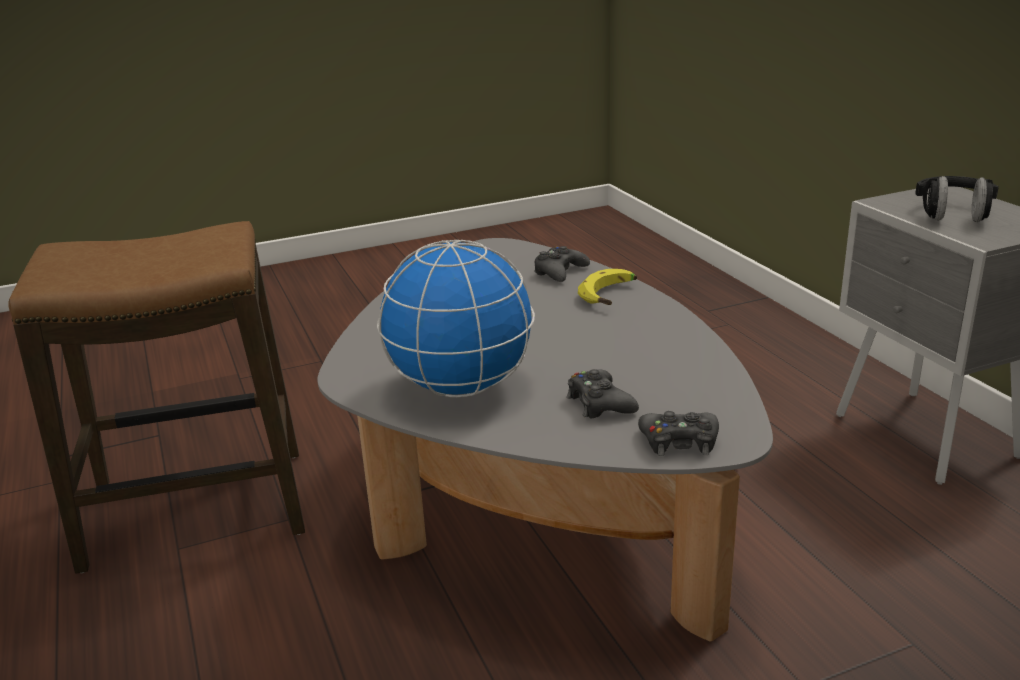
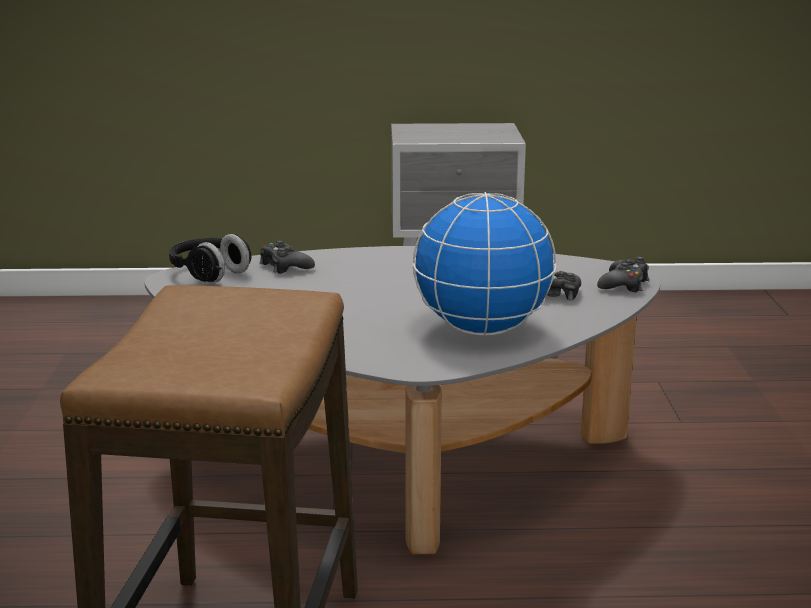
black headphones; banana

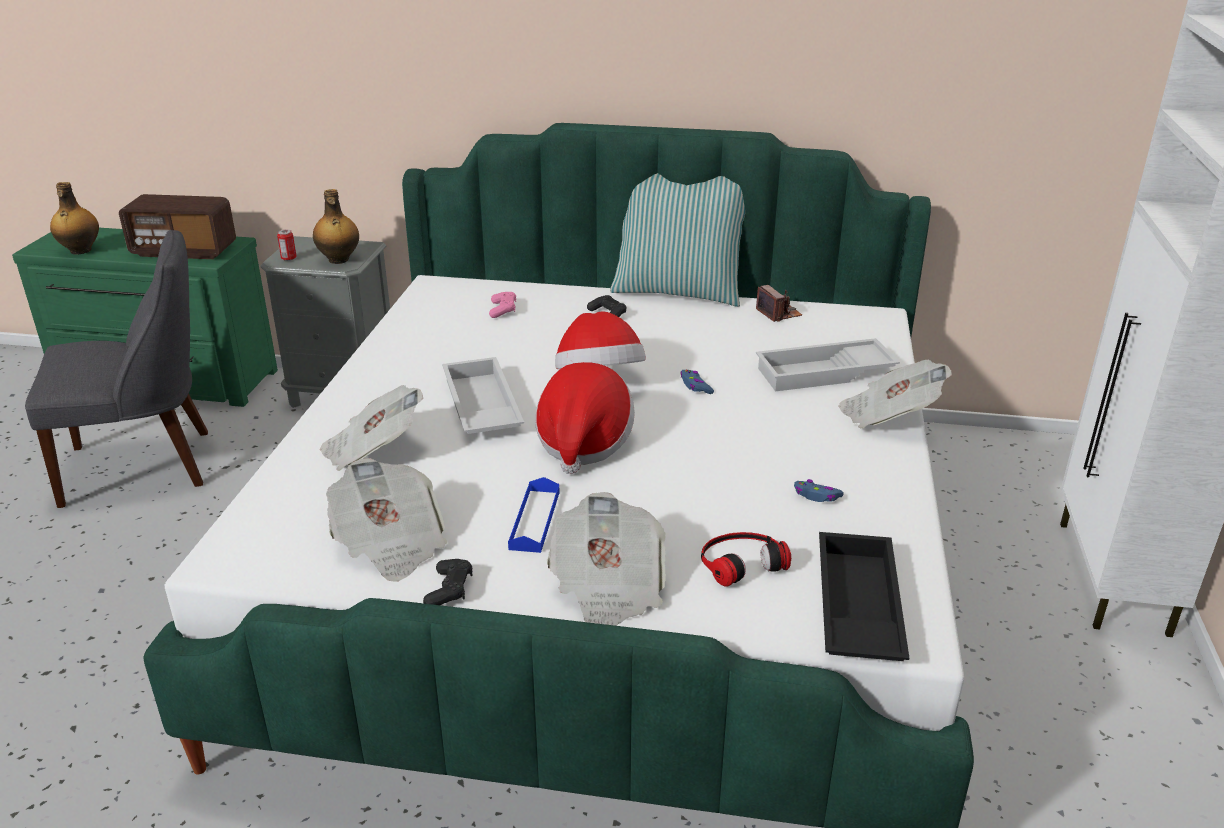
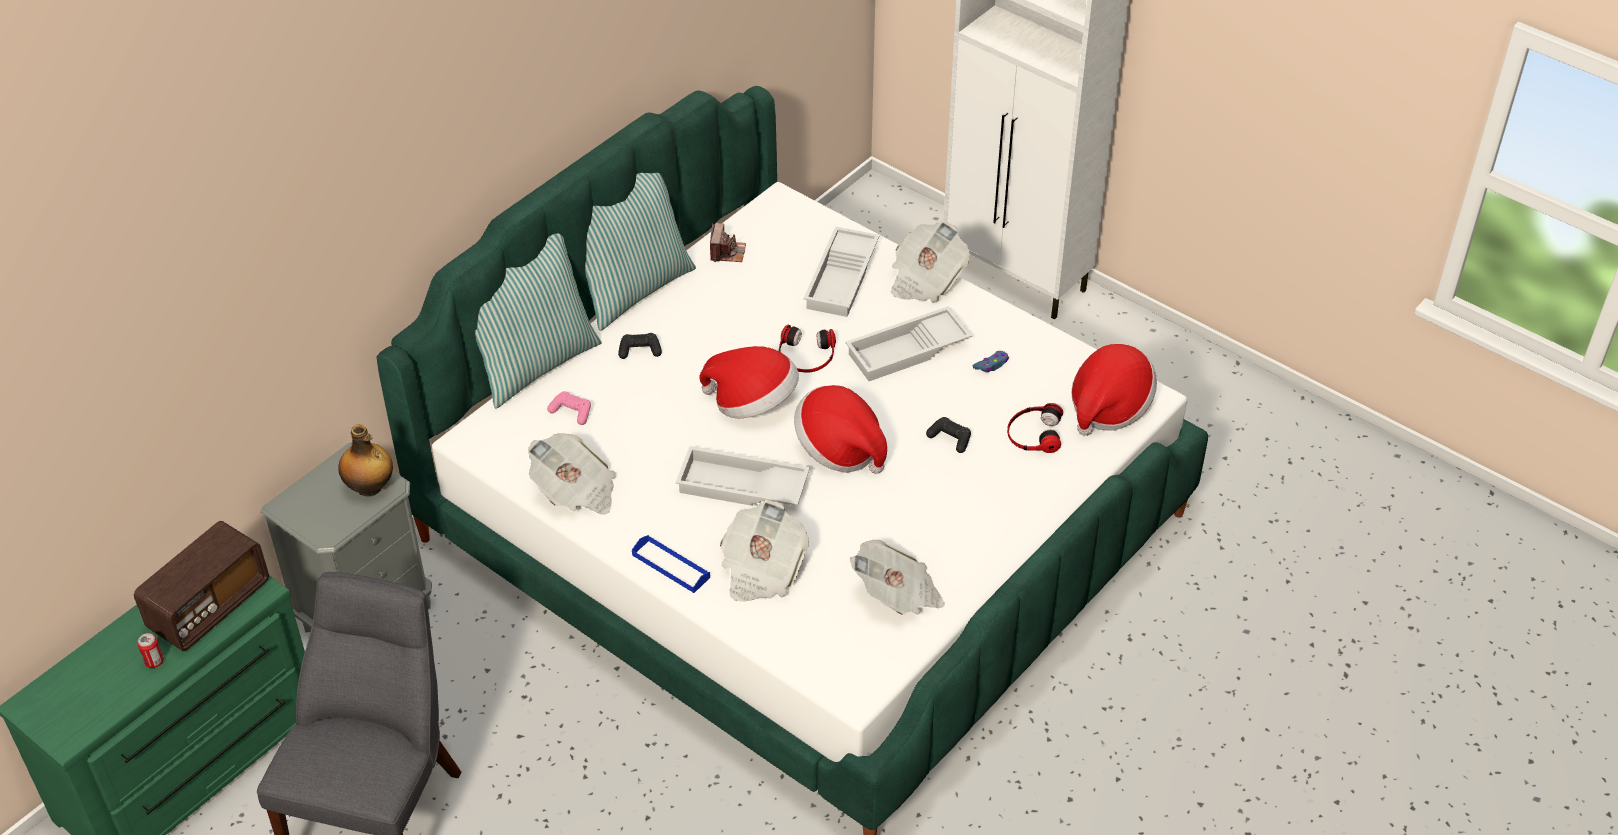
bottle (1st from left in the first image); can; photo camera; headphones (1st from left); blue tray; newspaper (1st from left); hat (3rd from left); black game controller (2nd from left); pillow (1st from left); white tray (3rd from left)

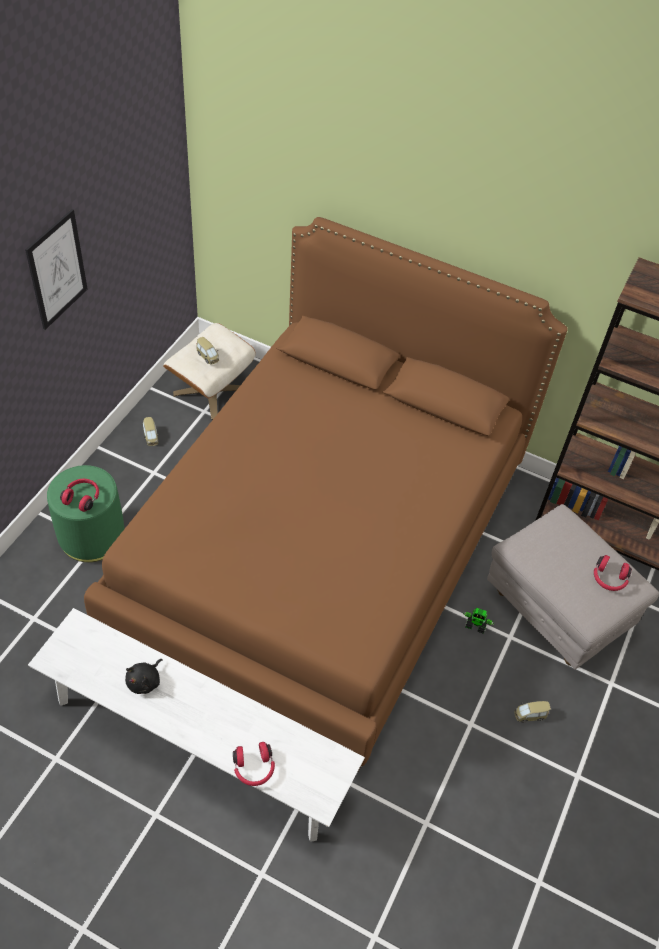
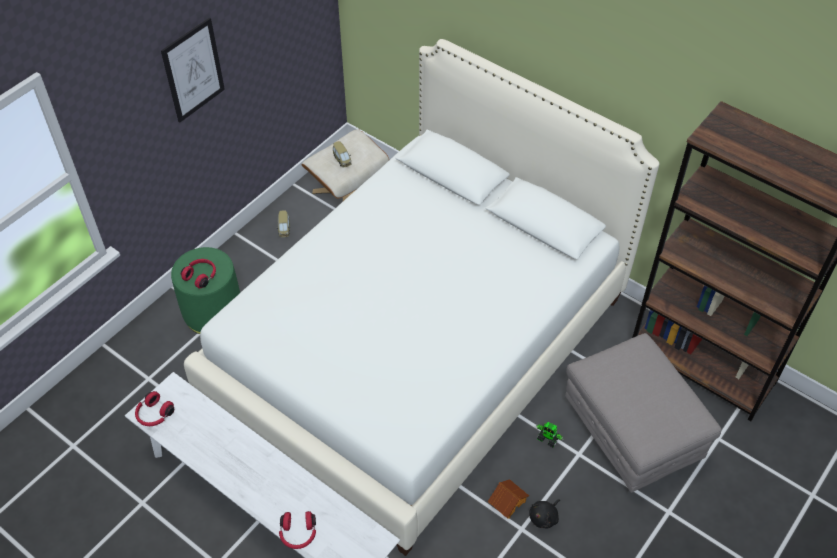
white bed; red headphones (1st from left); black plush toy; toy car (3rd from left in the first image); toy house

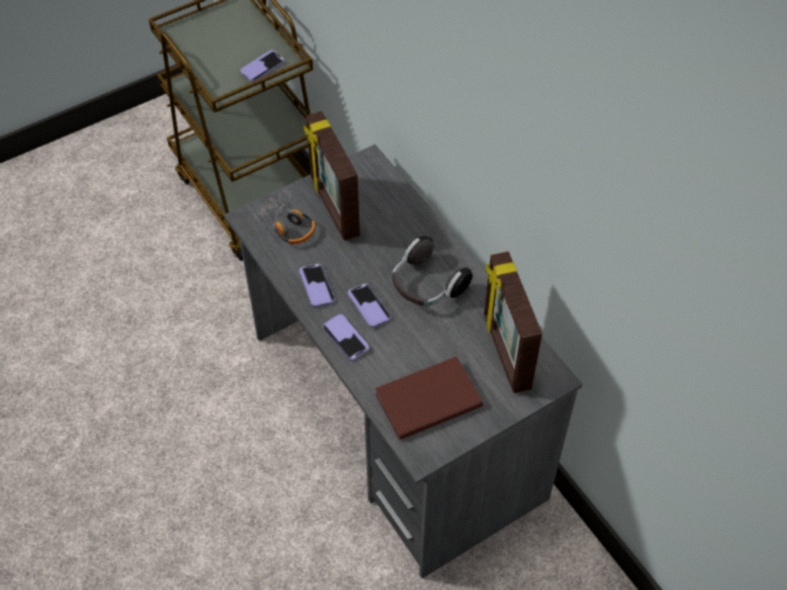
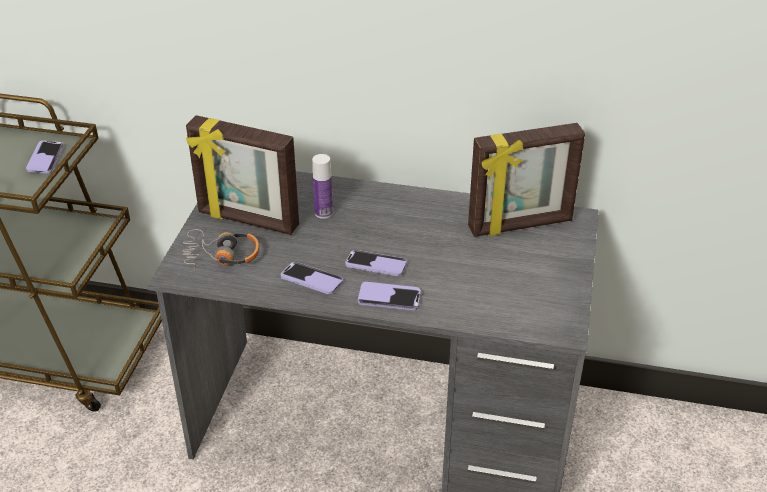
headphones (2nd from left in the first image); picture frame (2nd from left); brown book; bottle

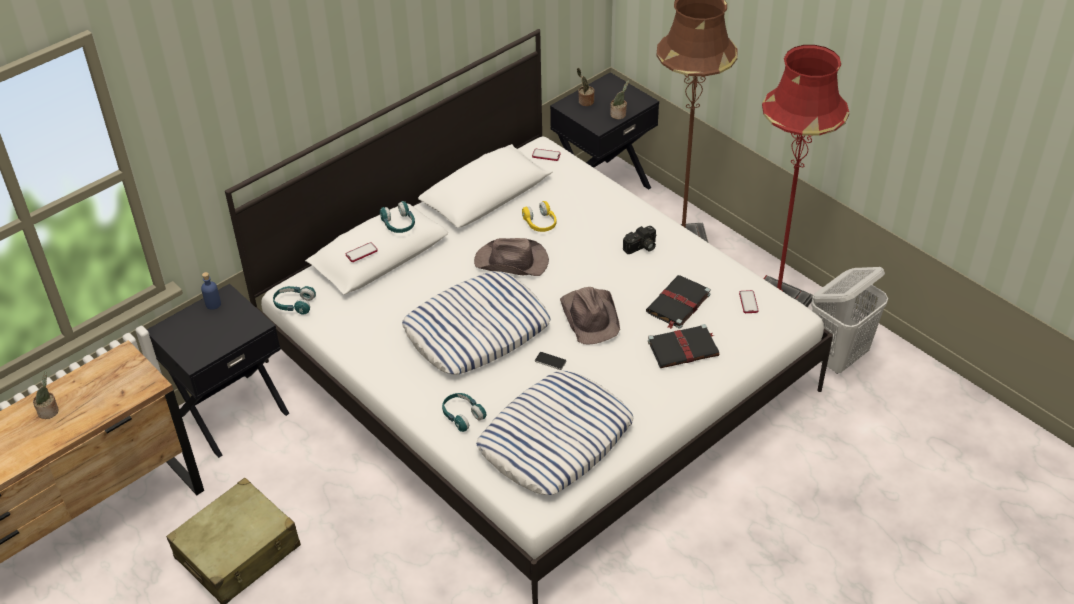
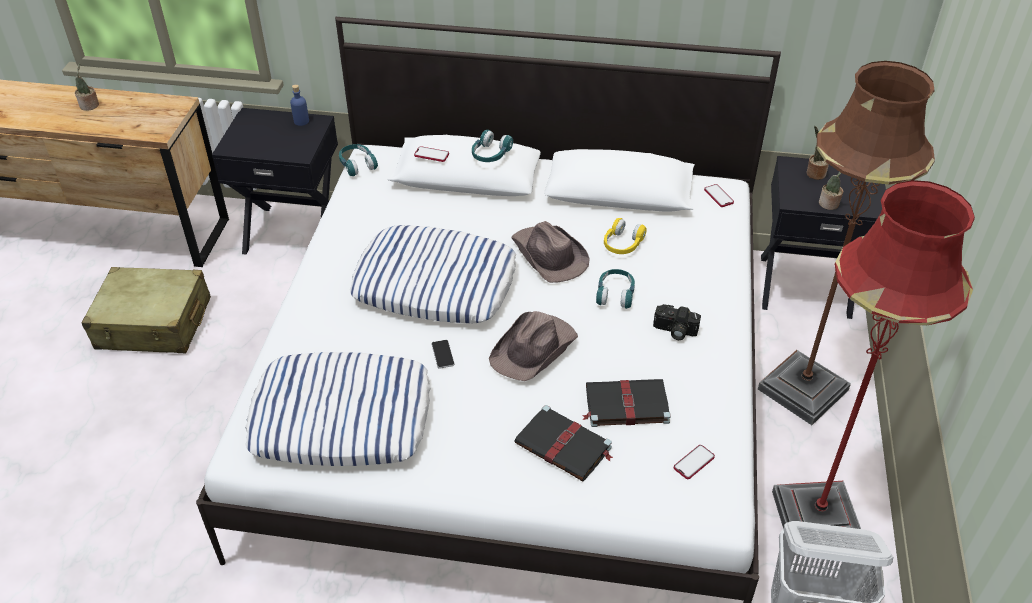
turquoise headphones (3rd from left)

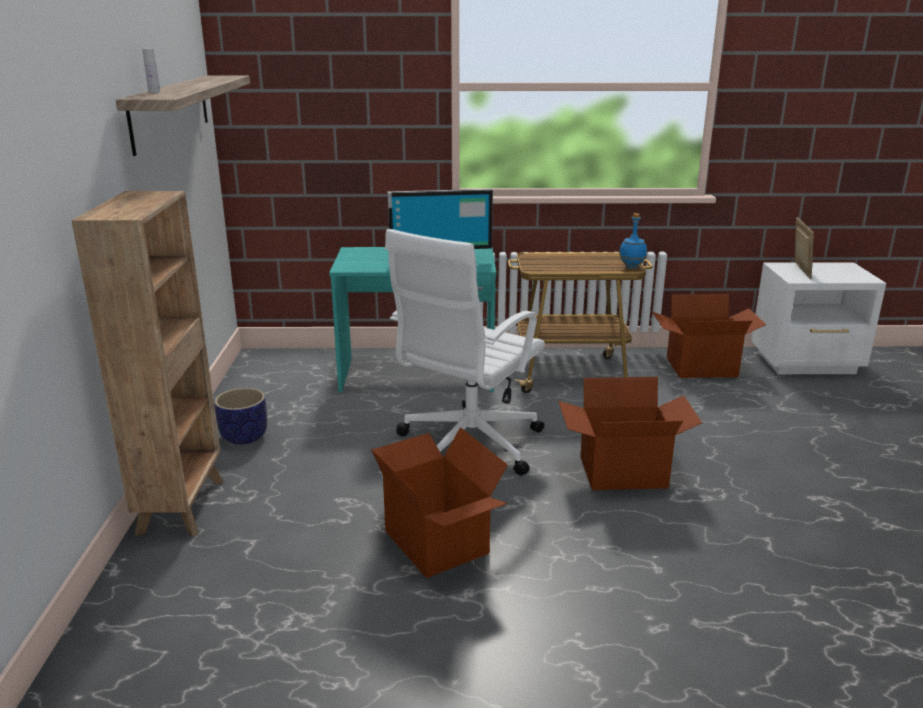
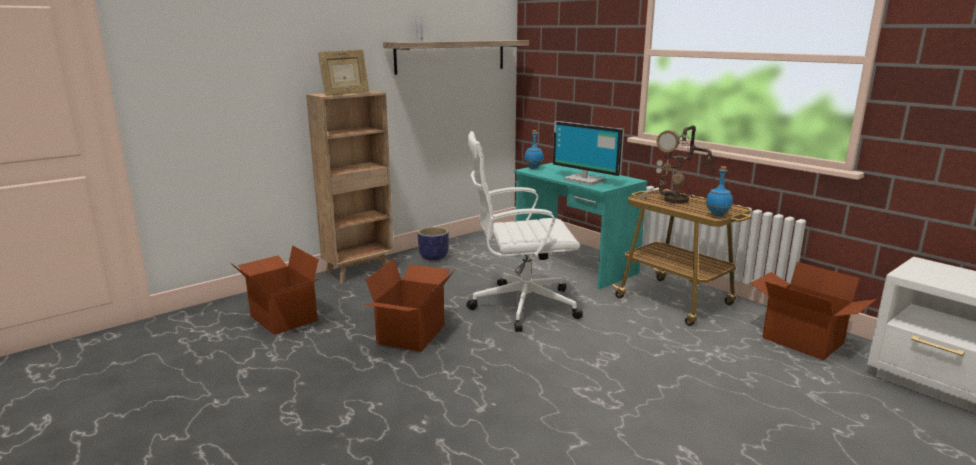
picture frame; cardboard box (1st from left); table lamp; blue bottle (1st from left)

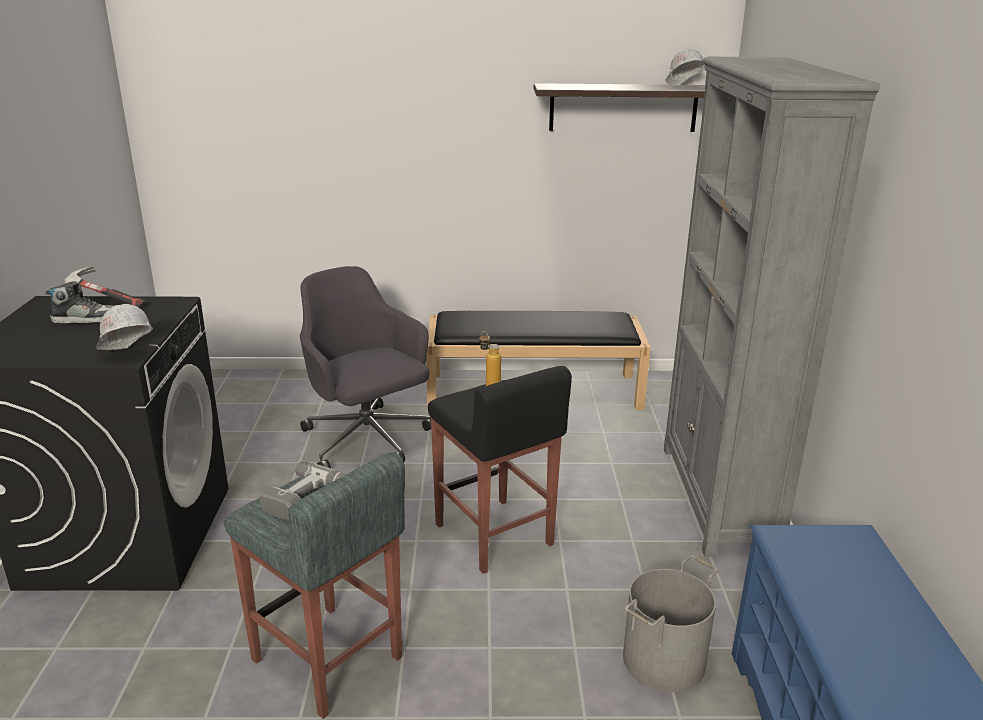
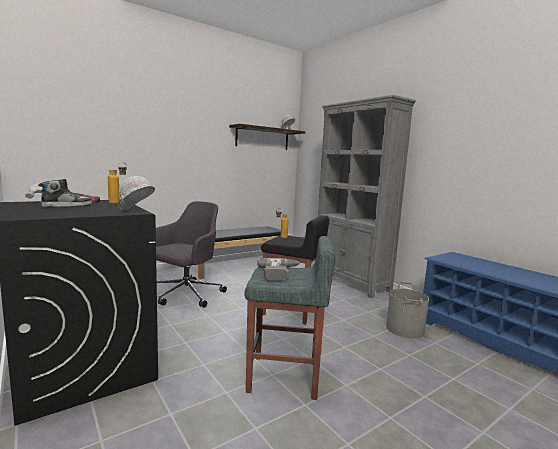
grey office chair; bottle (1st from left)

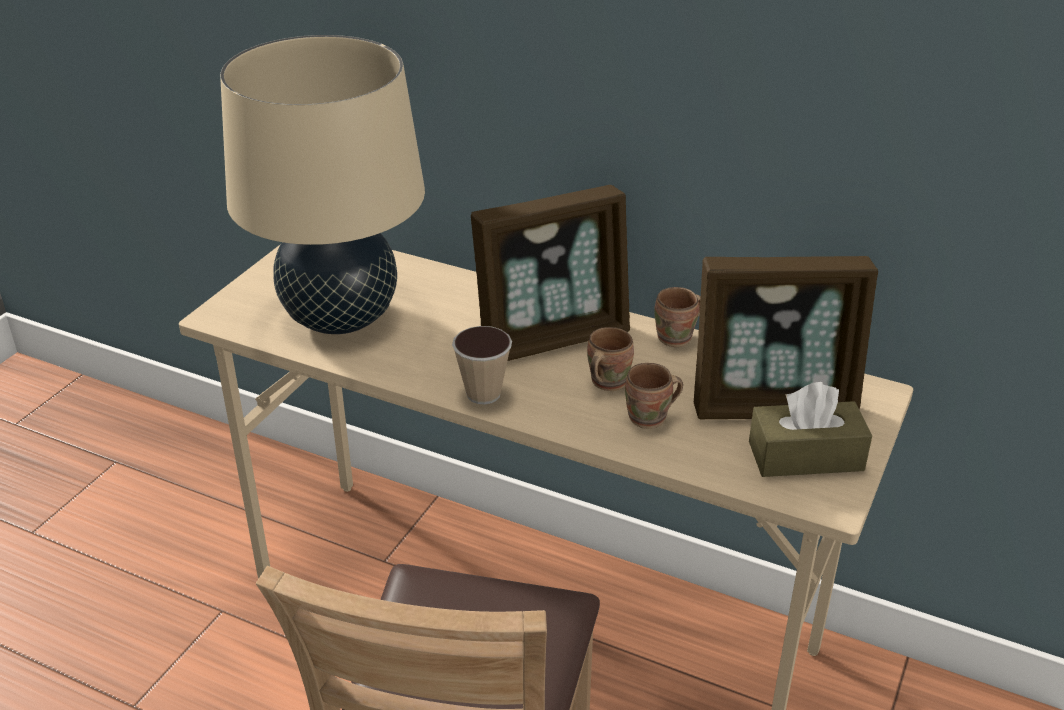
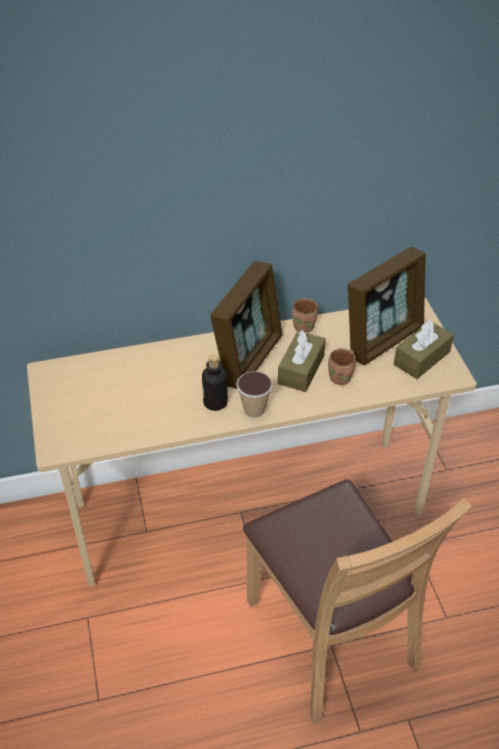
beige table lamp; brown tissue box (1st from left); bottle

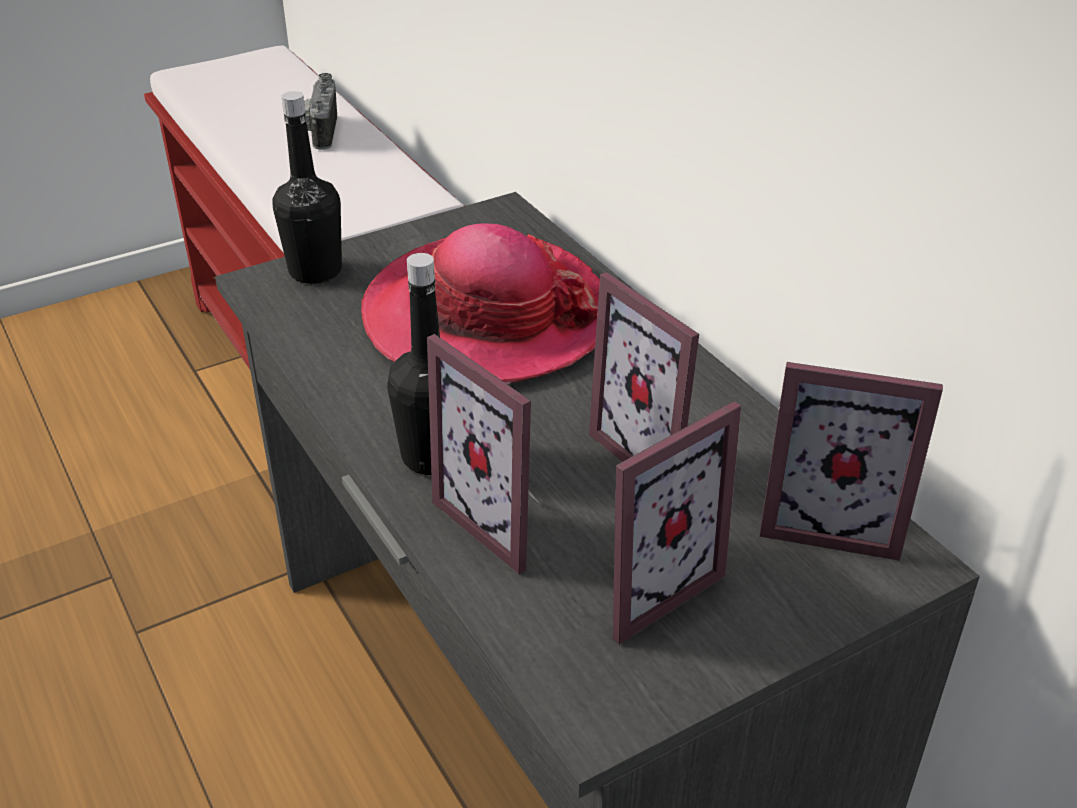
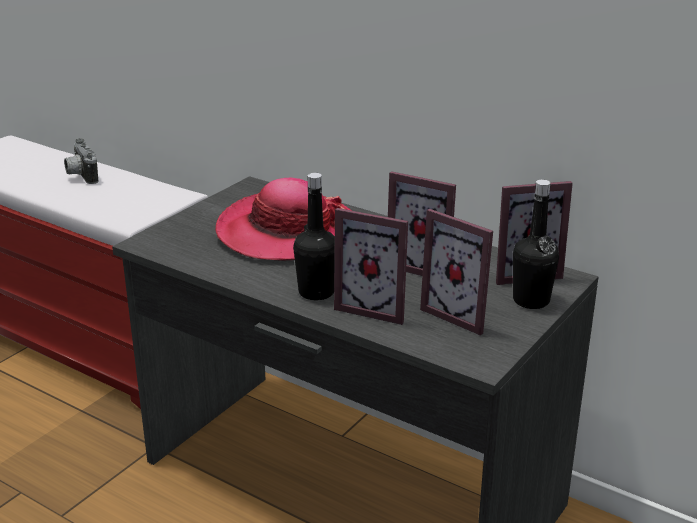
black bottle (2nd from left); picture frame (3rd from left)

